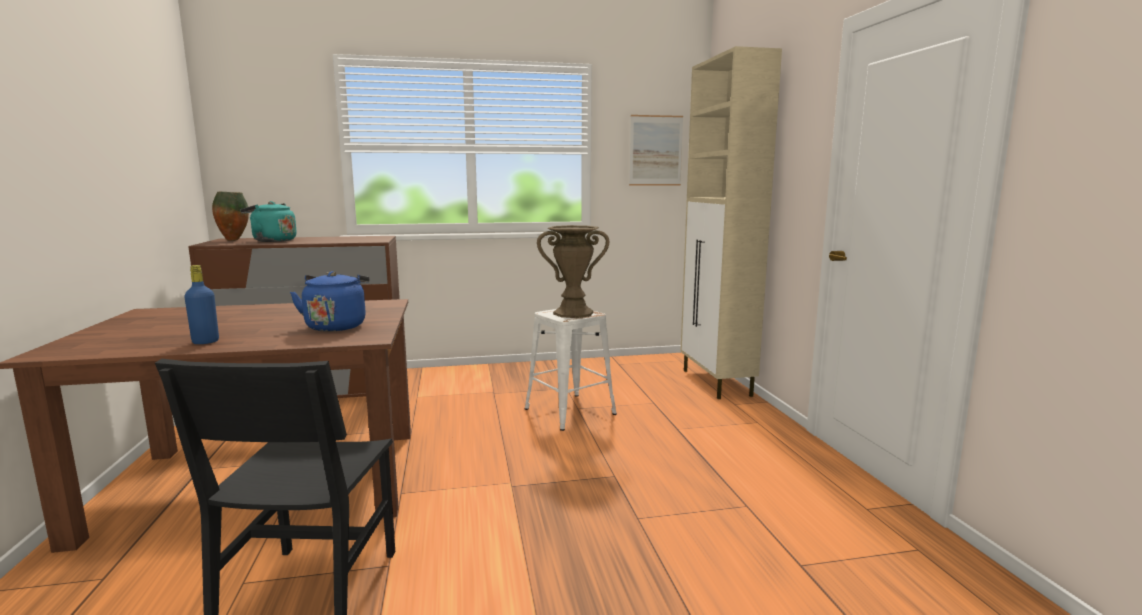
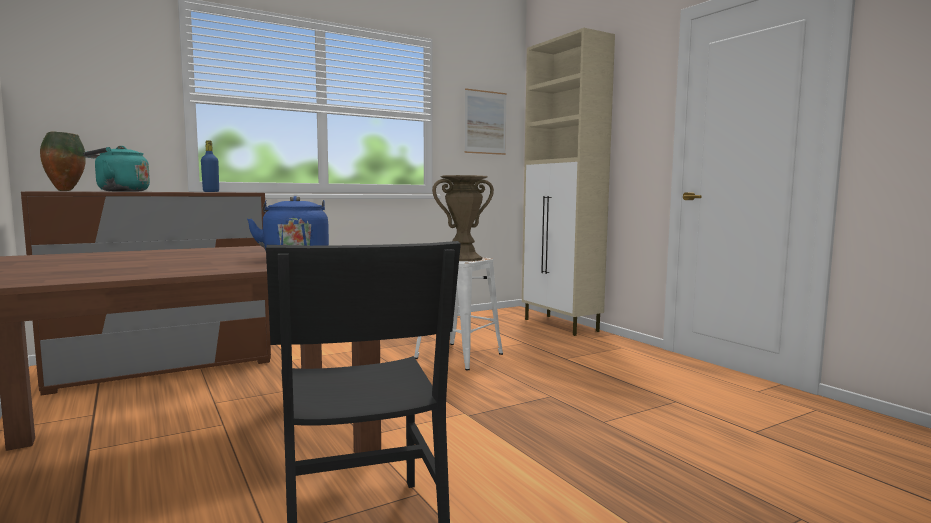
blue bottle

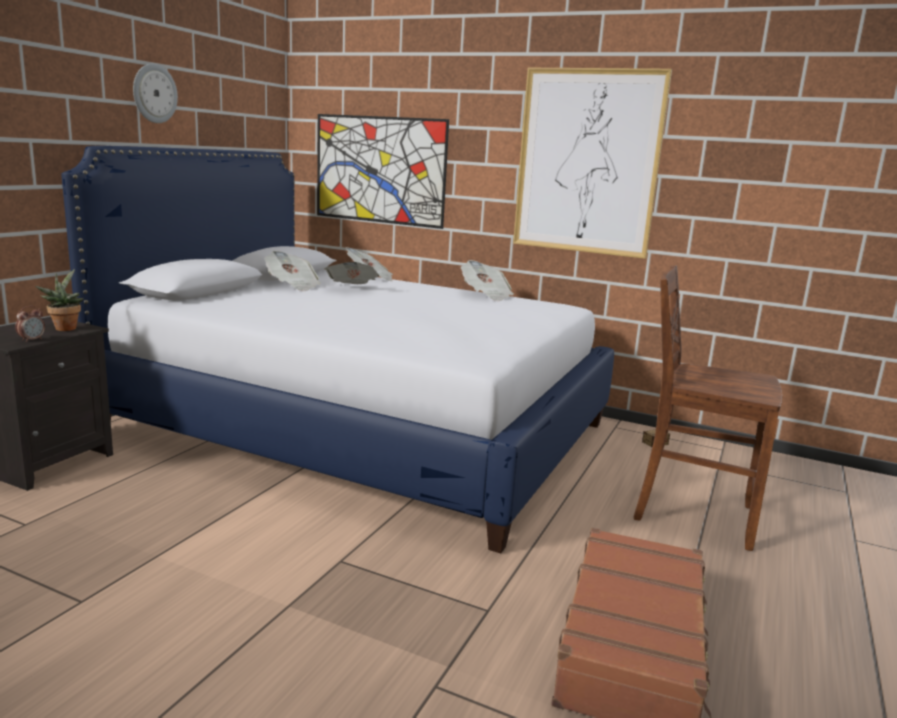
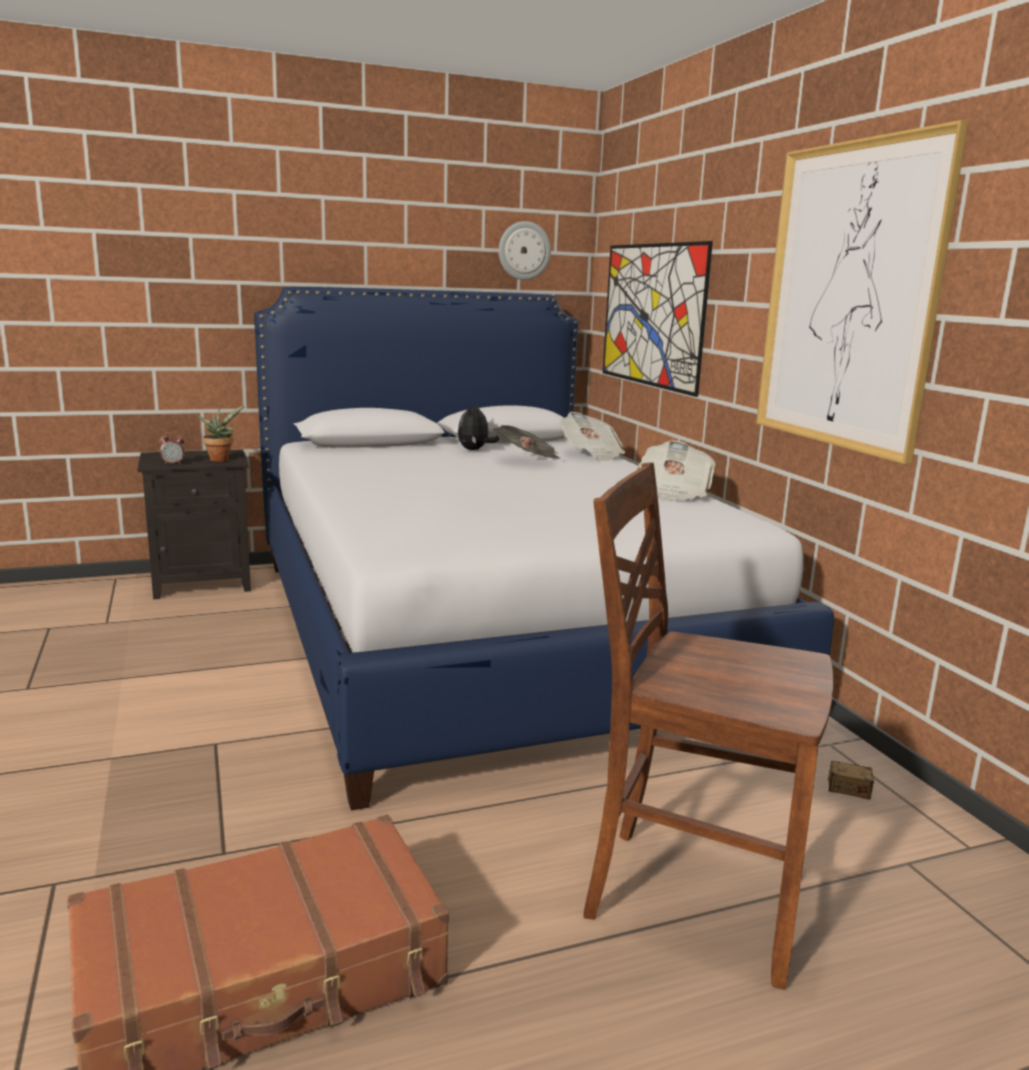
wall clock; plush toy; brown chair

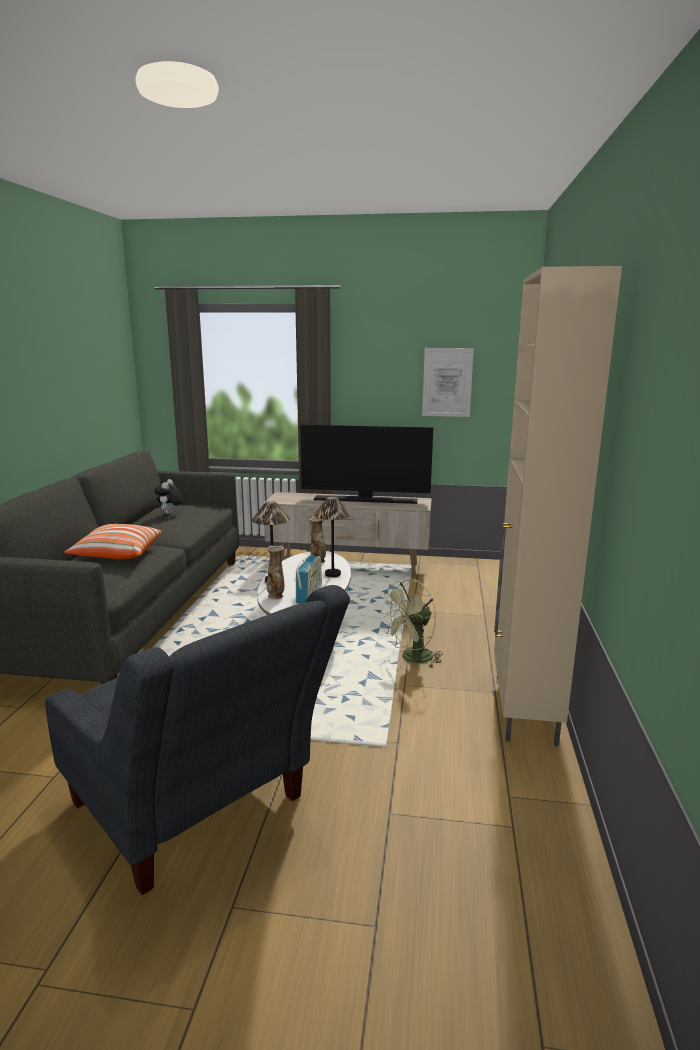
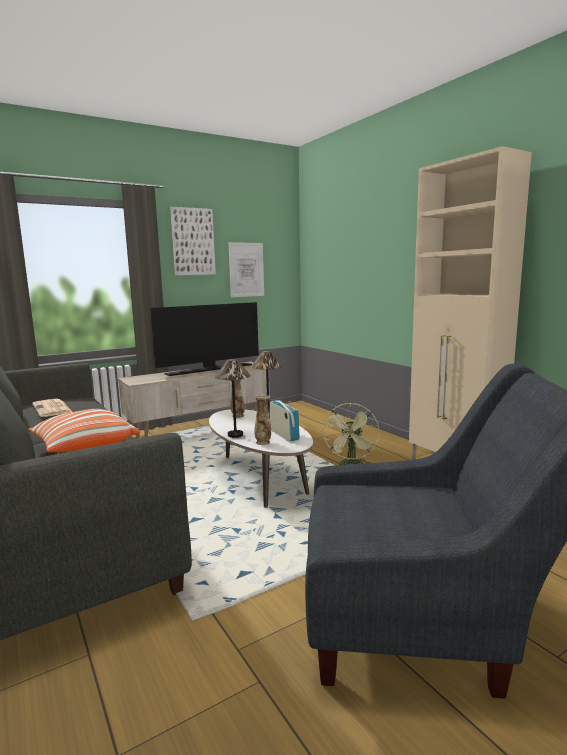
newspaper; picture (1st from left)

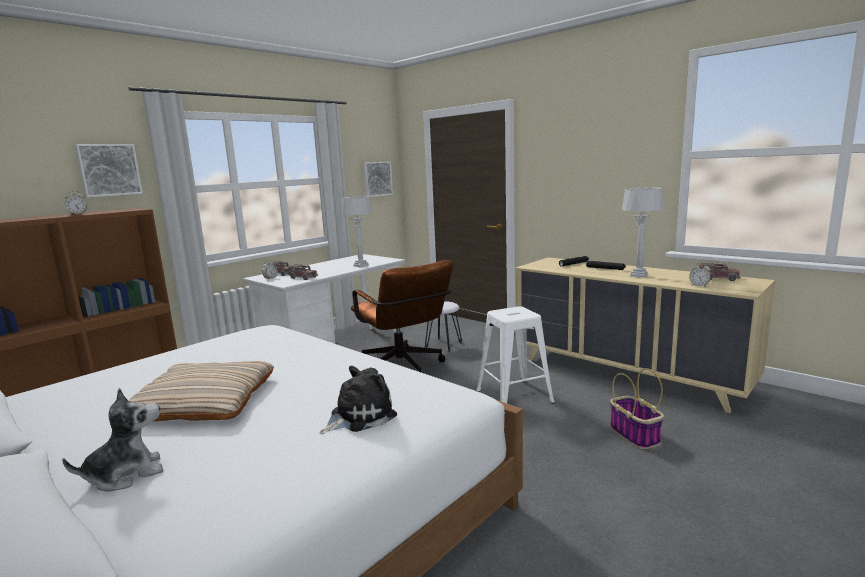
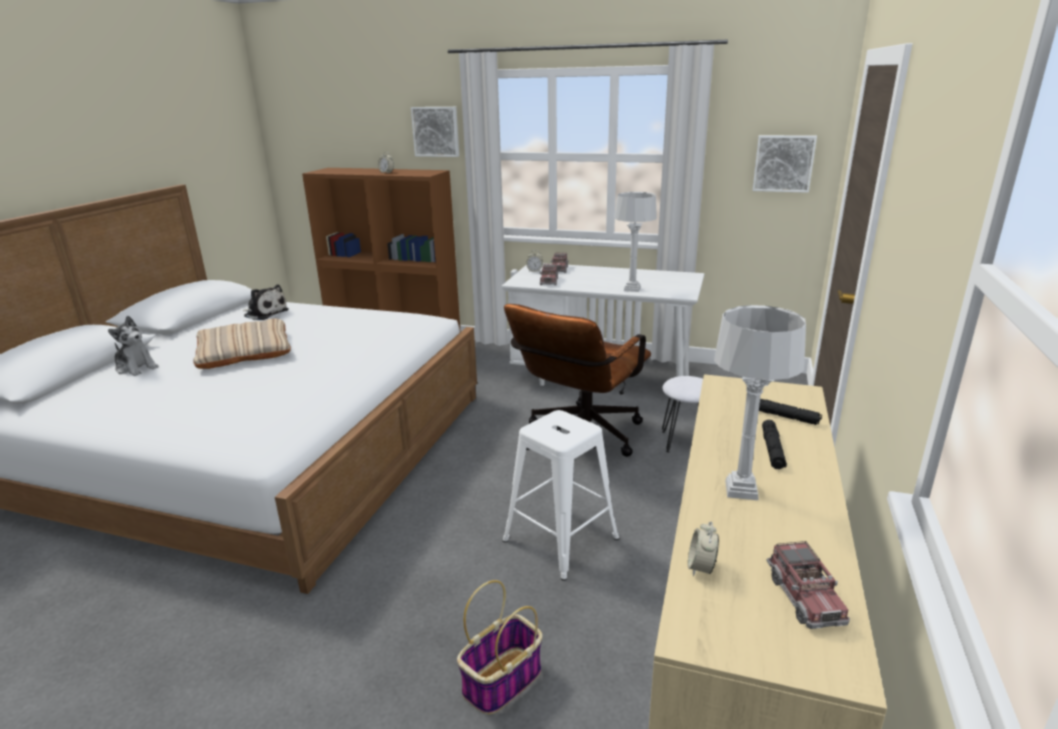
plush toy (2nd from left)

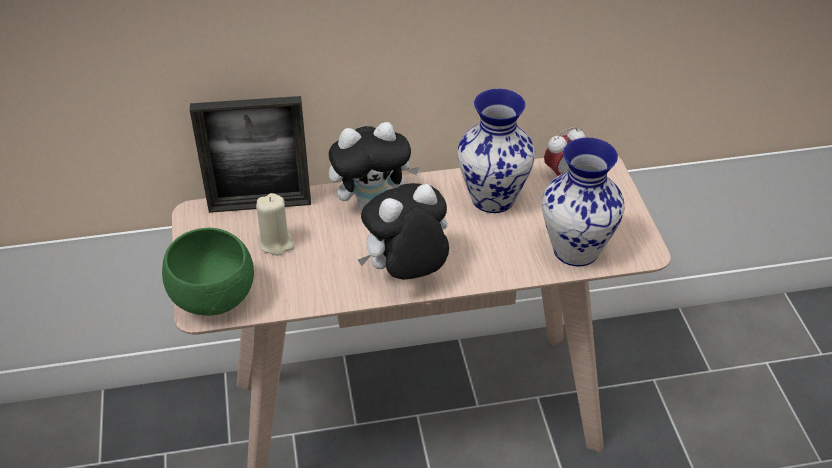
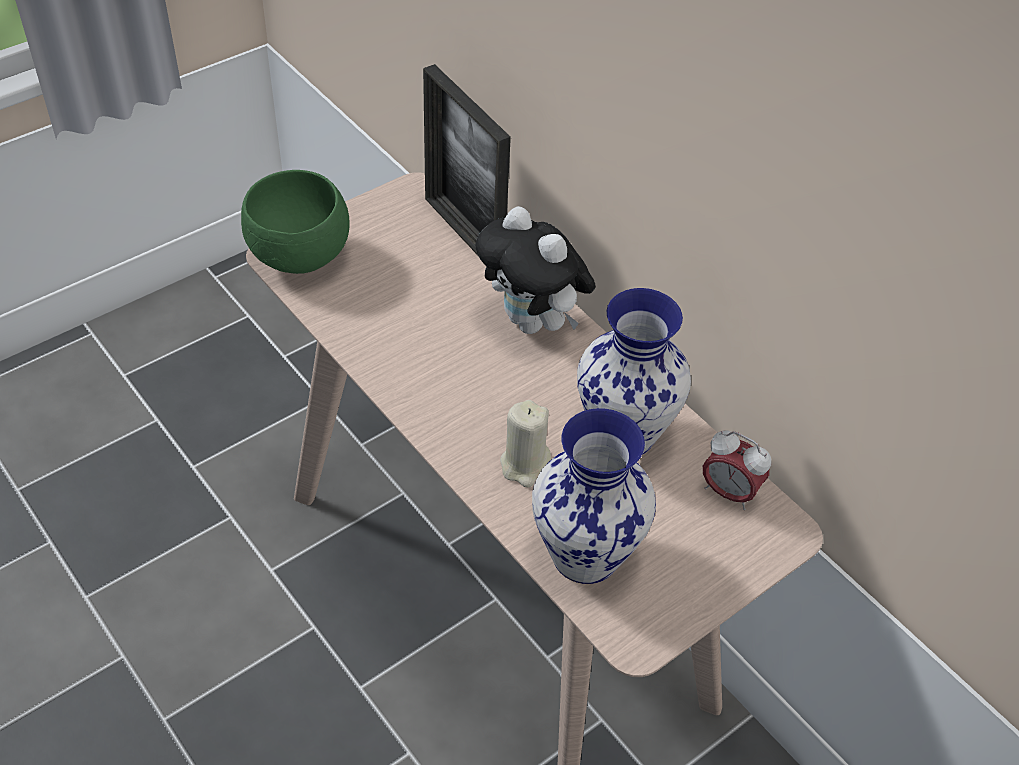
plush toy (2nd from left in the first image); beige candle

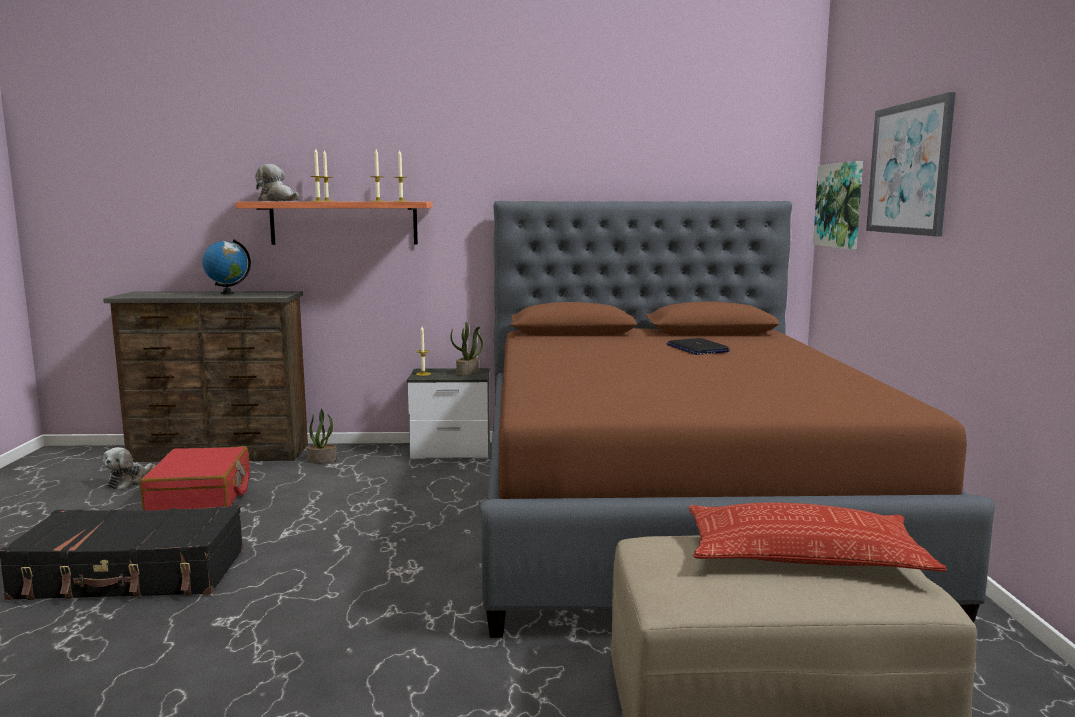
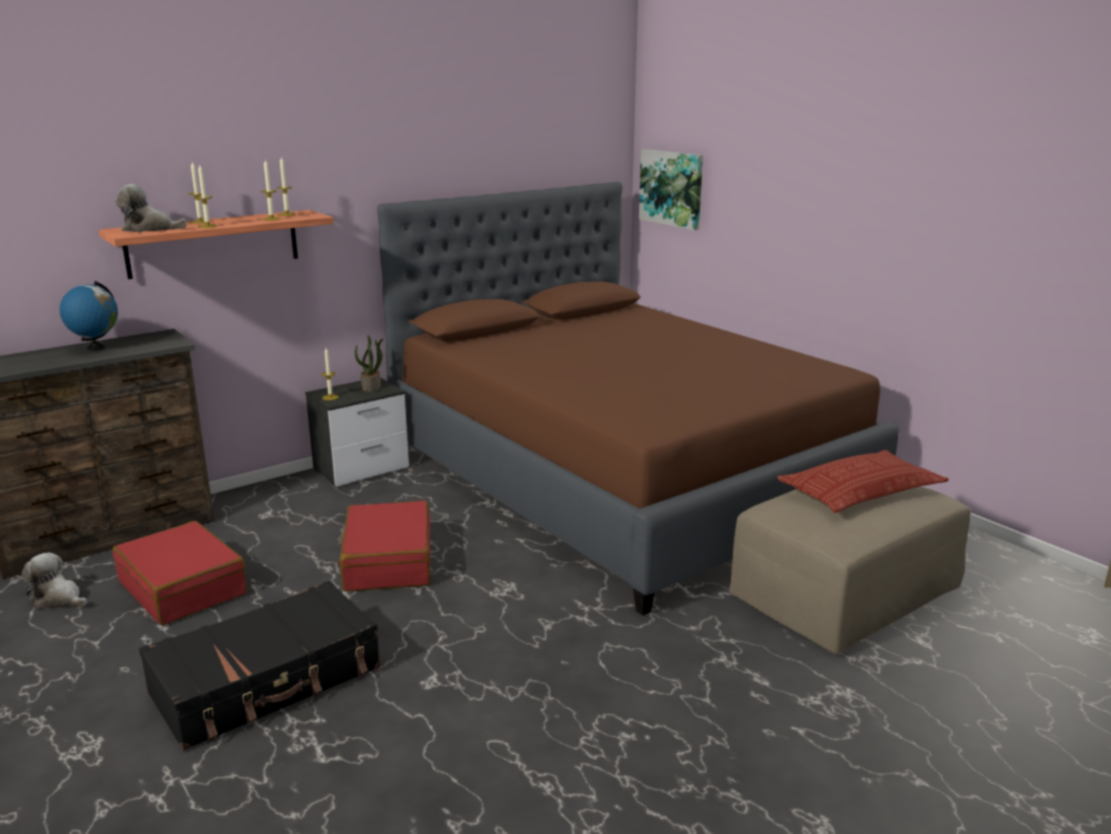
picture (2nd from left in the first image); laptop; potted plant (1st from left in the first image); plush toy (1st from left); red suitcase (2nd from left)

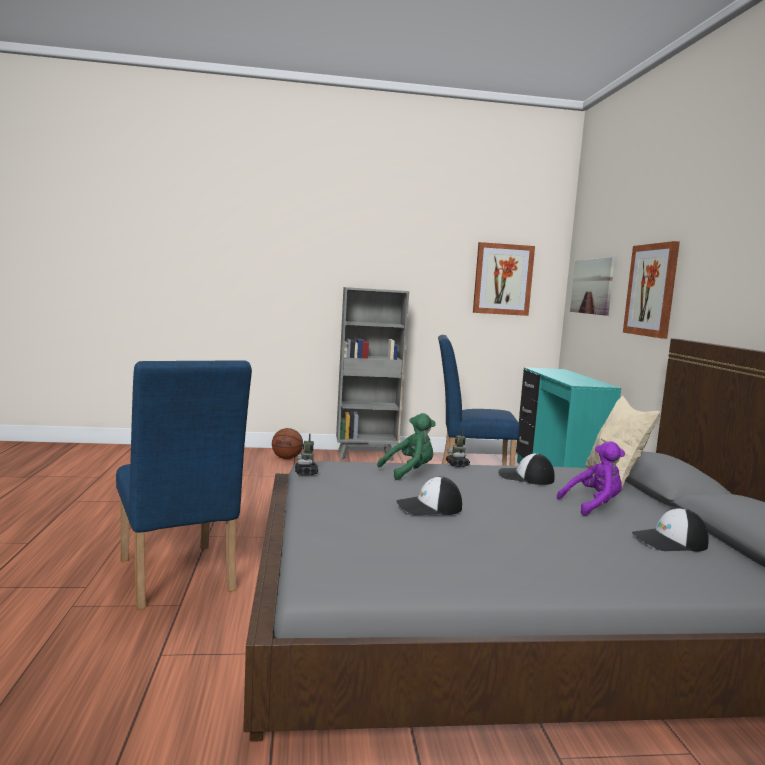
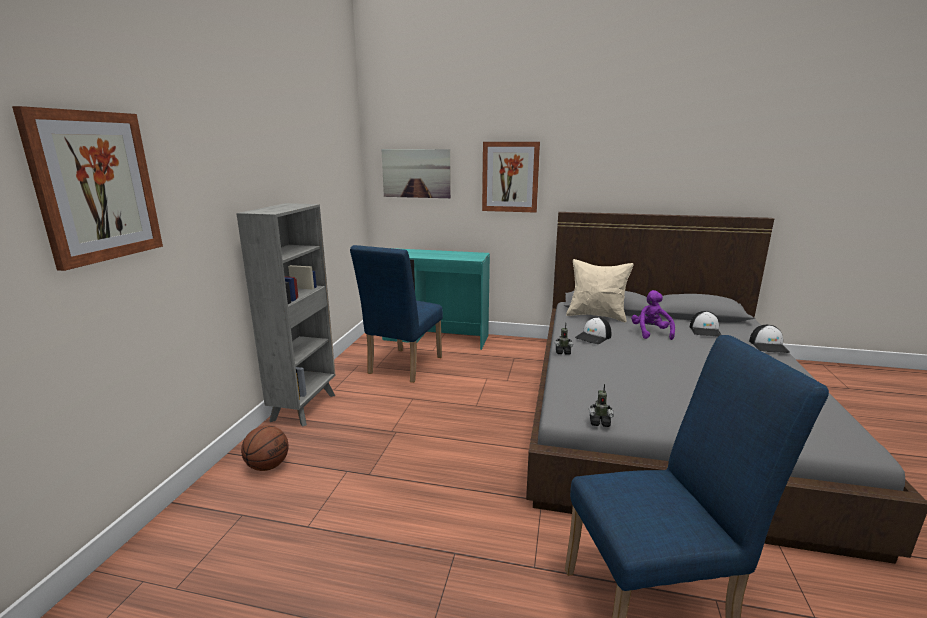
picture (1st from left); green plush toy; cap (3rd from left)

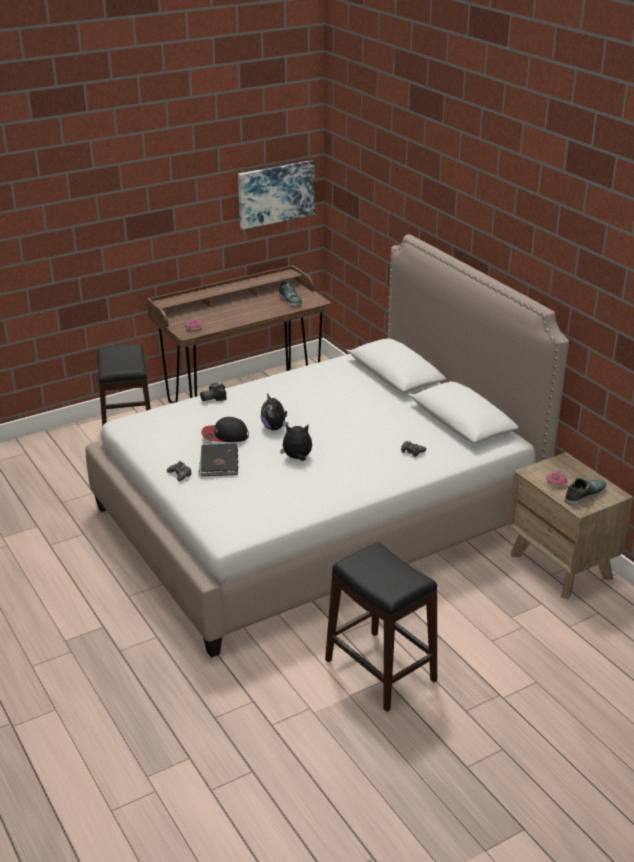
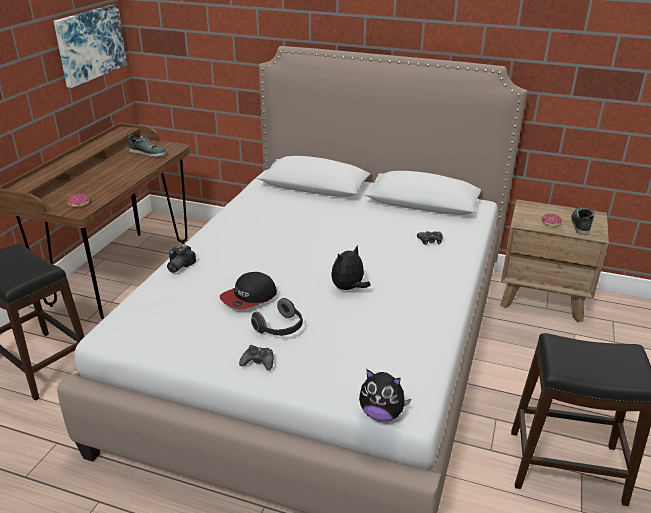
plush toy (2nd from left); headphones

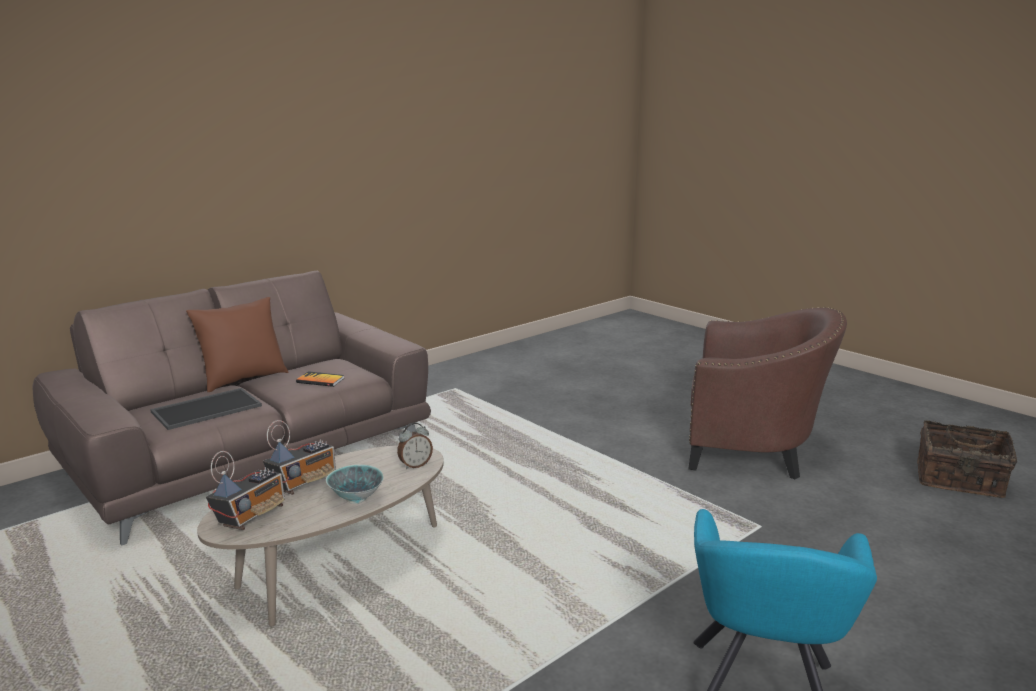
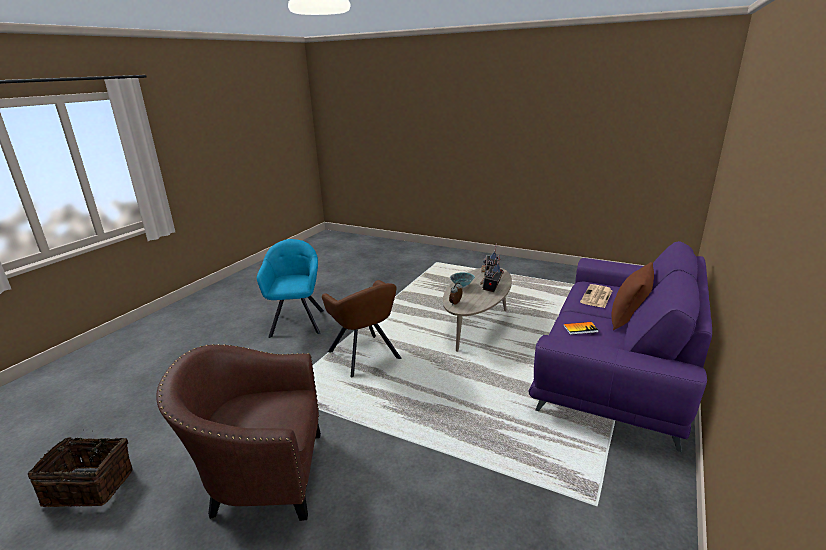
purple sofa; newspaper; brown armchair (2nd from left)

